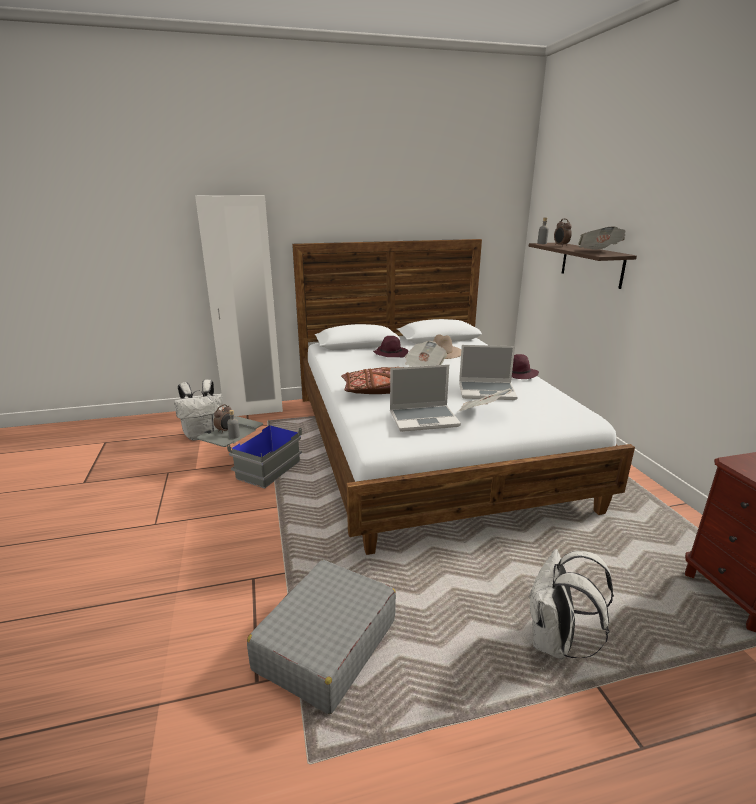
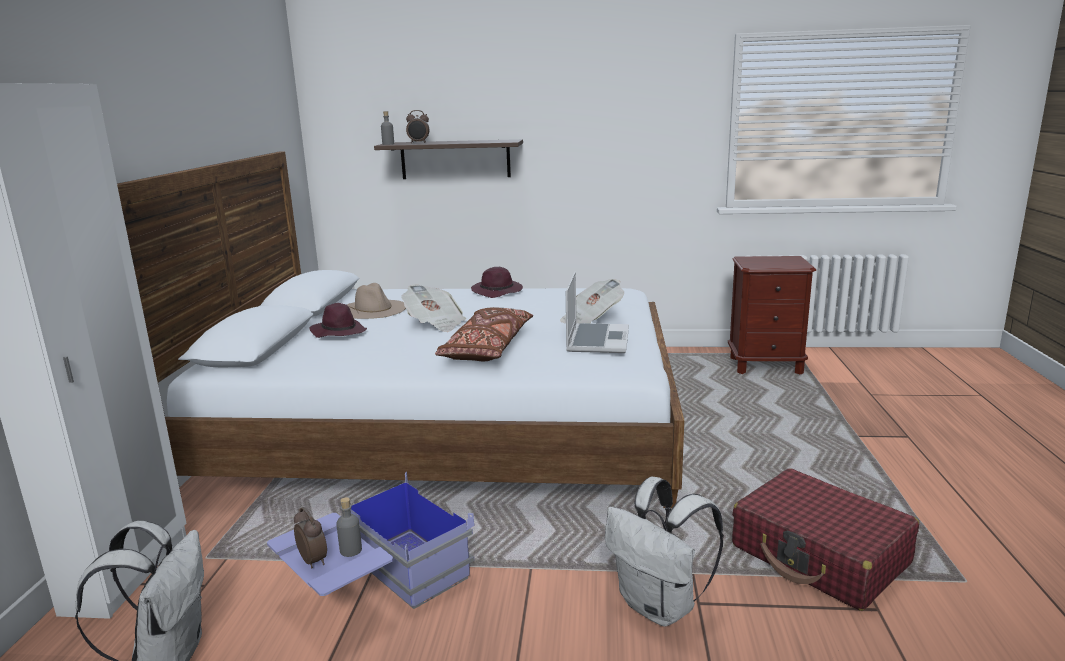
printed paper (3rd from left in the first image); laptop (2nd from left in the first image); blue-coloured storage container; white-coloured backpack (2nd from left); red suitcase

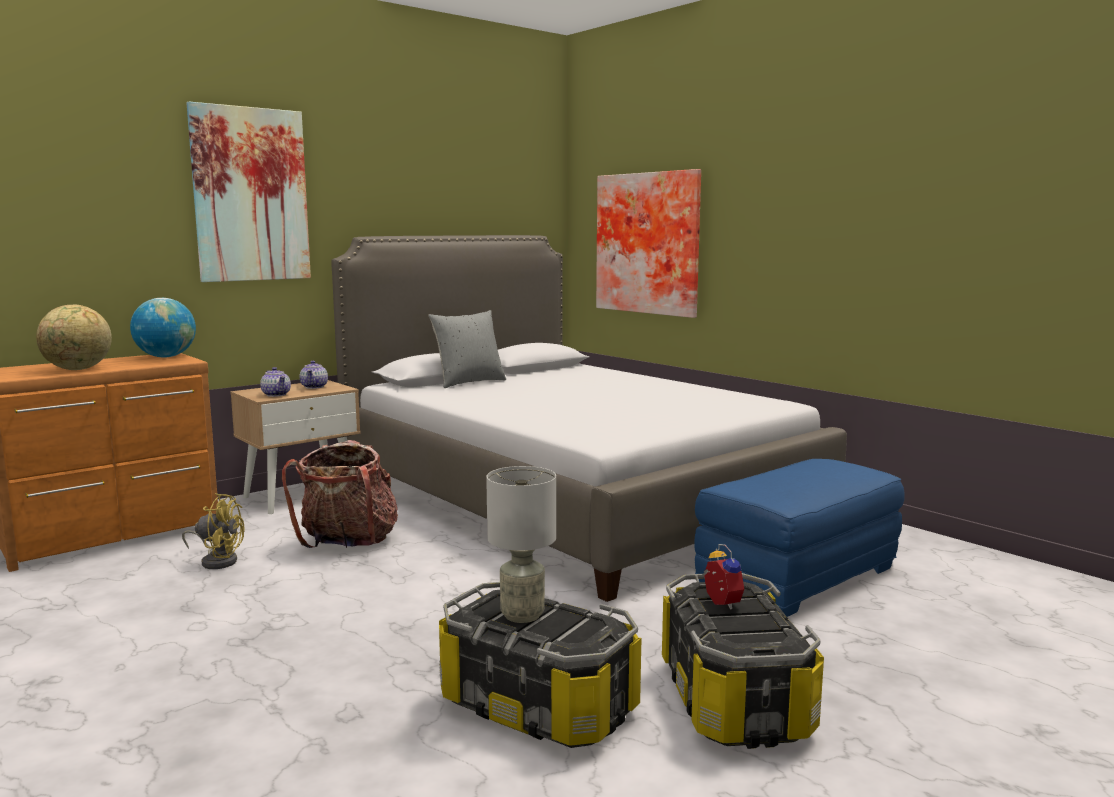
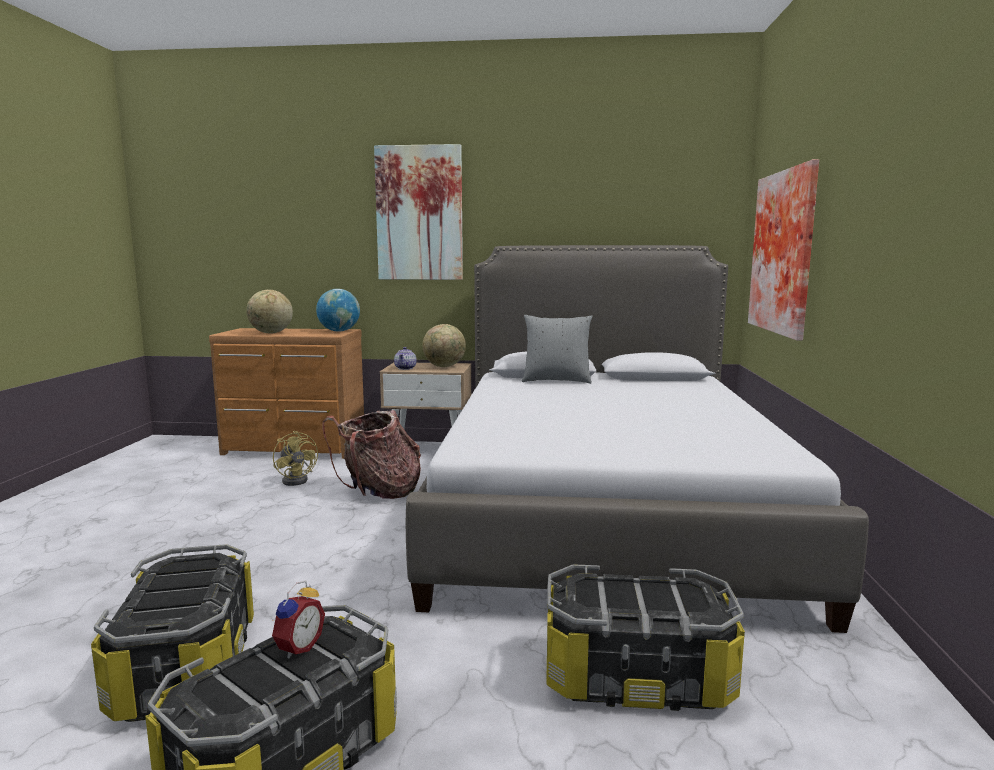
globe (3rd from left); storage container (3rd from left); gray tabletop lamp

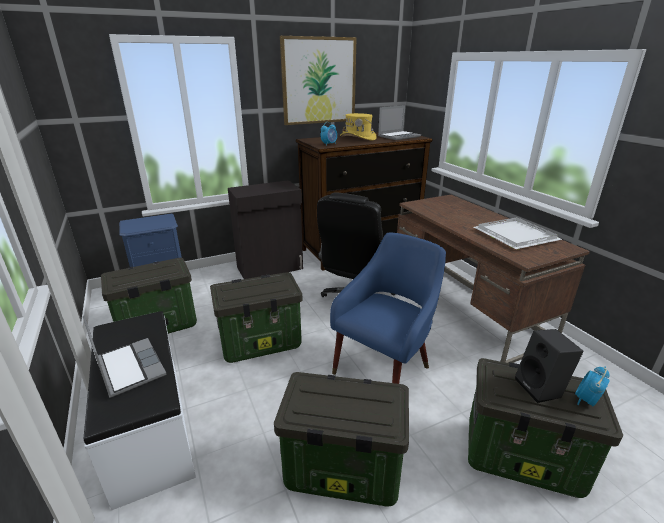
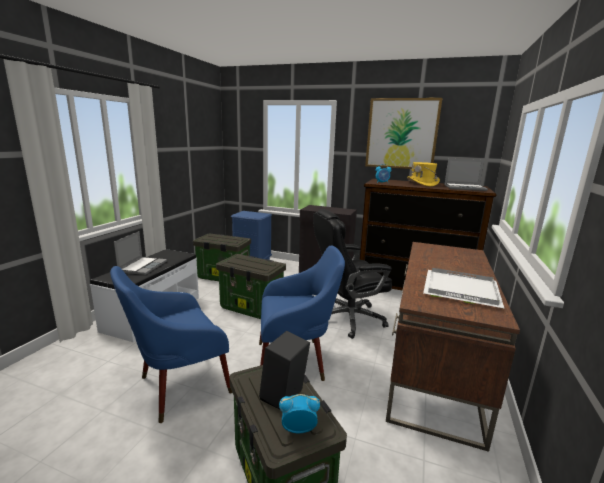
blue-coloured lounge chair (1st from left)

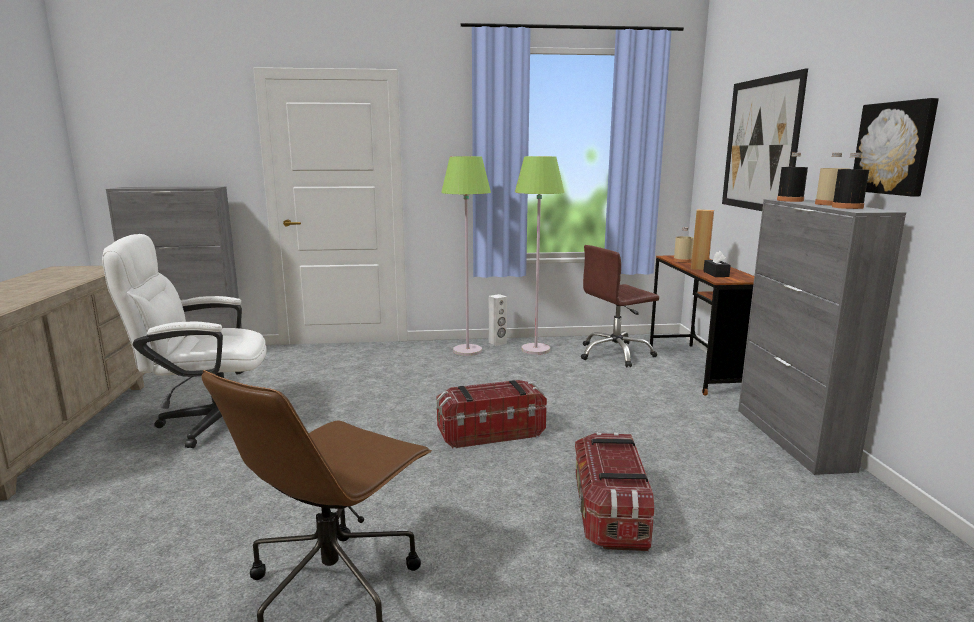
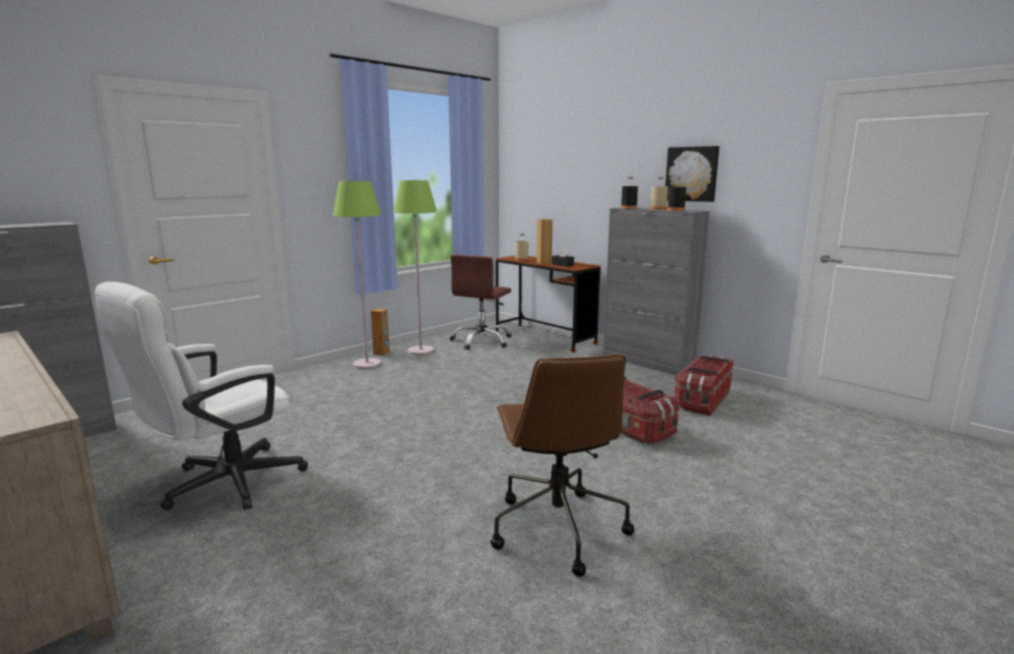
wall art (1st from left in the first image); brownish audio speaker (1st from left); storage container (2nd from left)

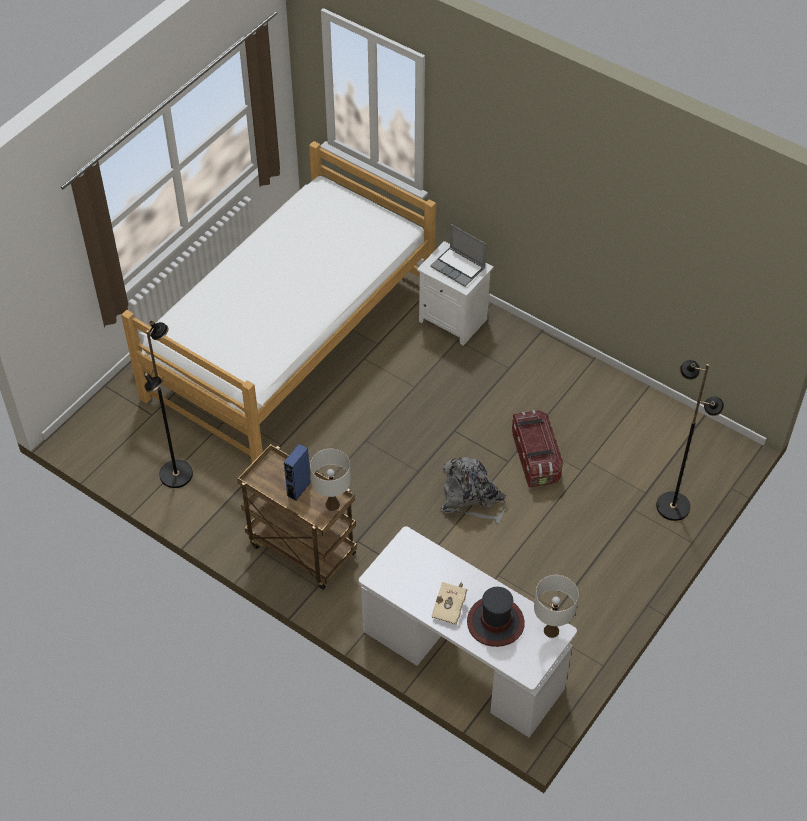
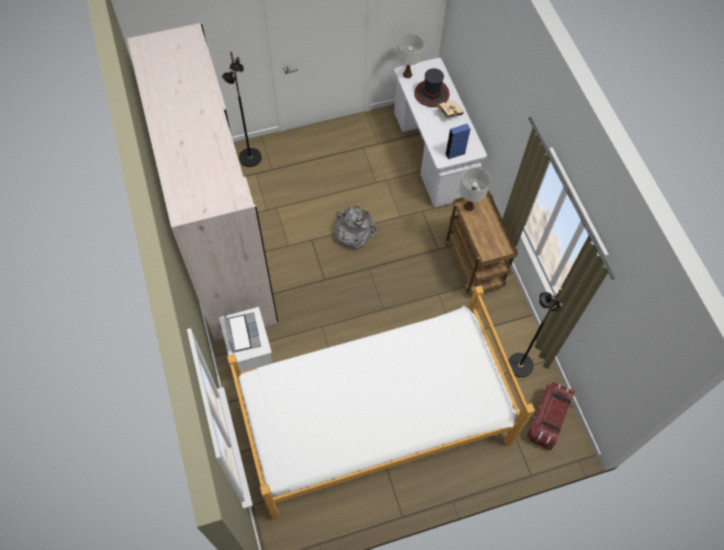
storage container; blue-coloured audio speaker; beige-coloured wardrobe

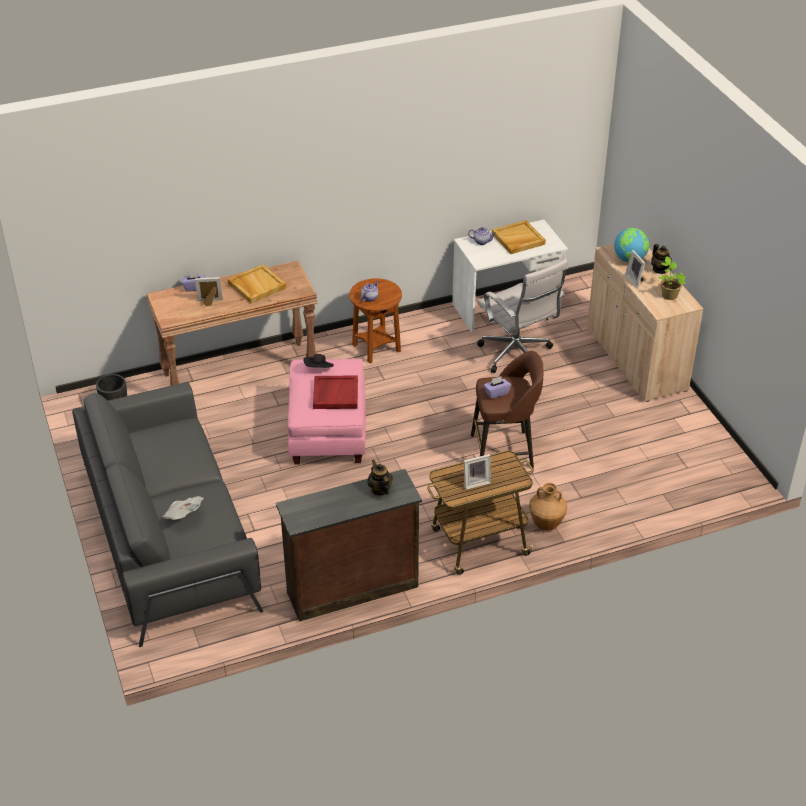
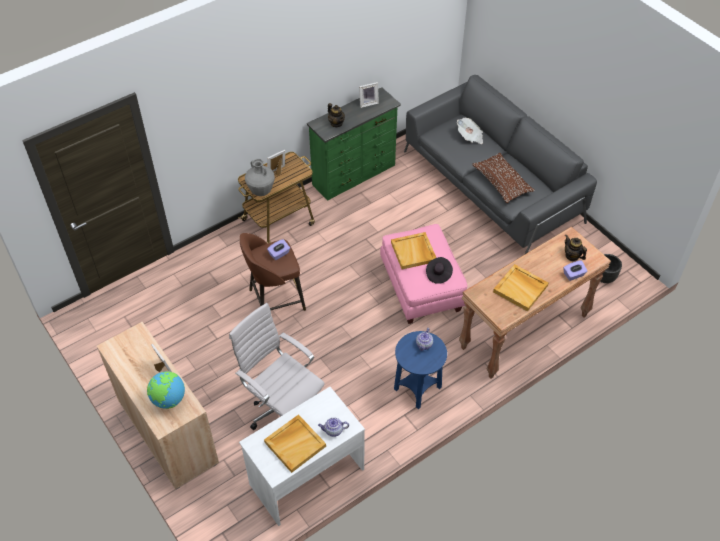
tea pot (4th from left); plant in a pot; photo frame (3rd from left); blue-coloured end table; beige-coloured carrying tray (2nd from left); greenish chest of drawers; brownish flower vase; brownish cushion; gray flower vase

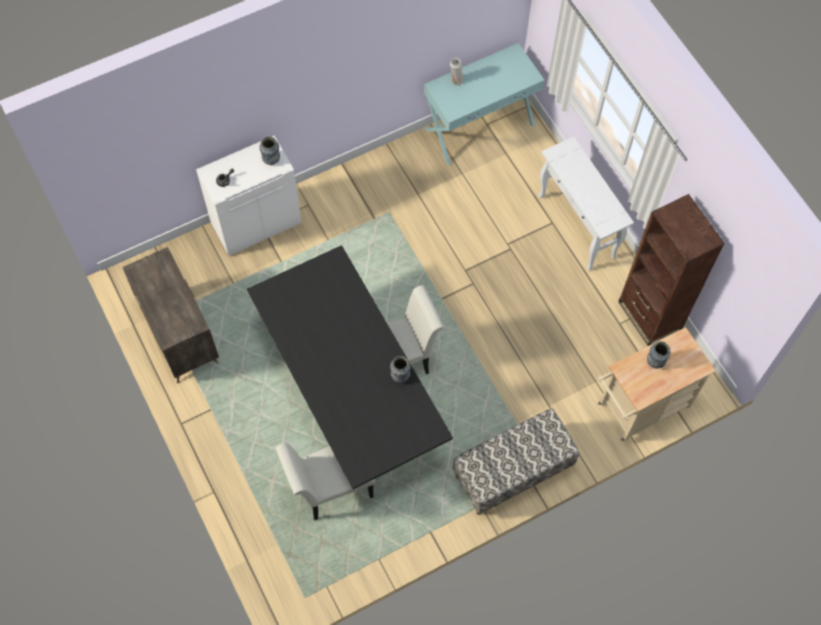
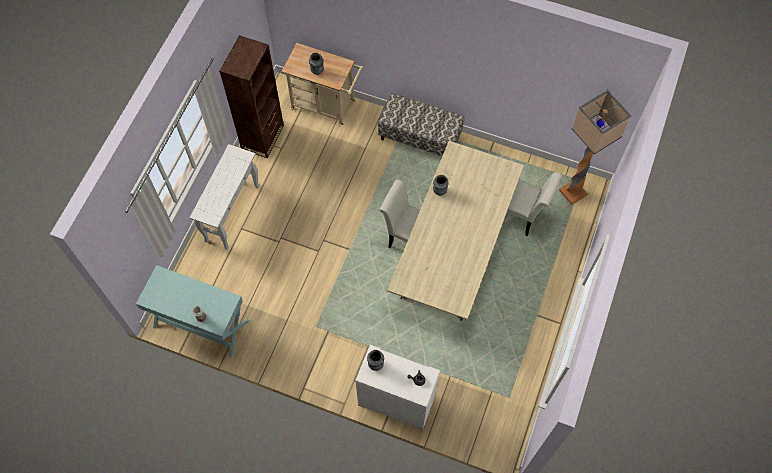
beige-coloured dining table; chest of drawers; standard lamp

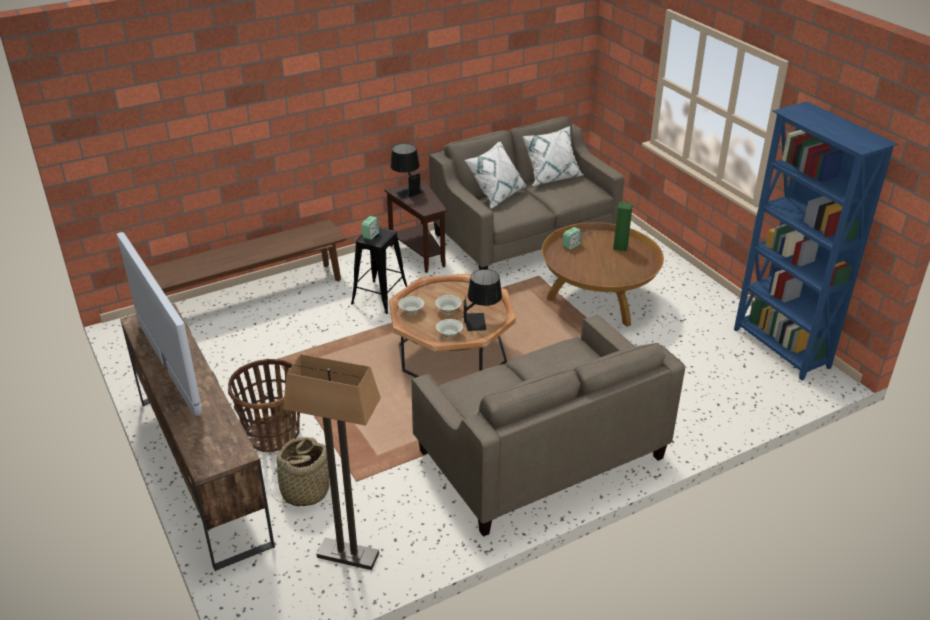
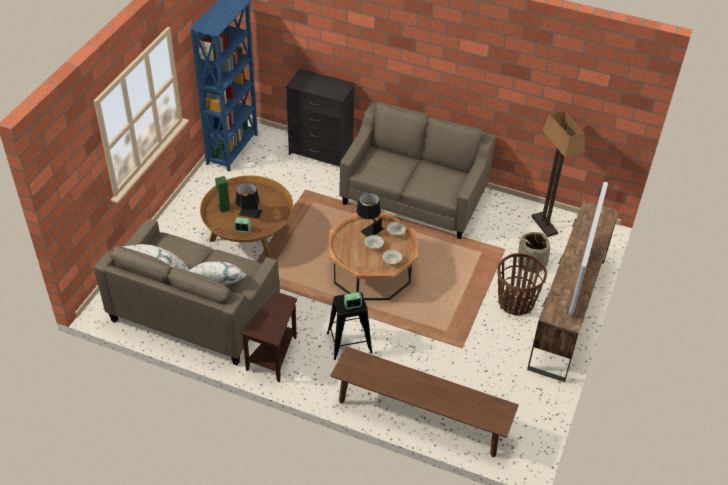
blackish tabletop lamp (1st from left); blackish chest of drawers

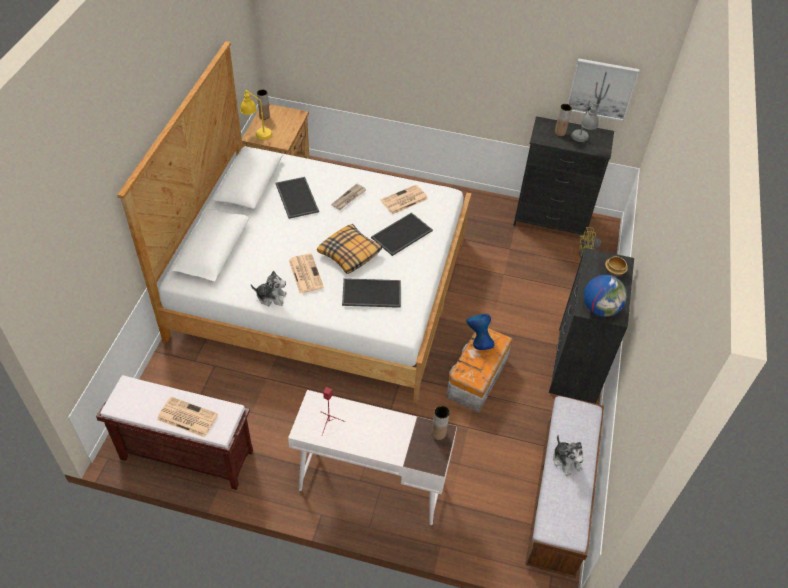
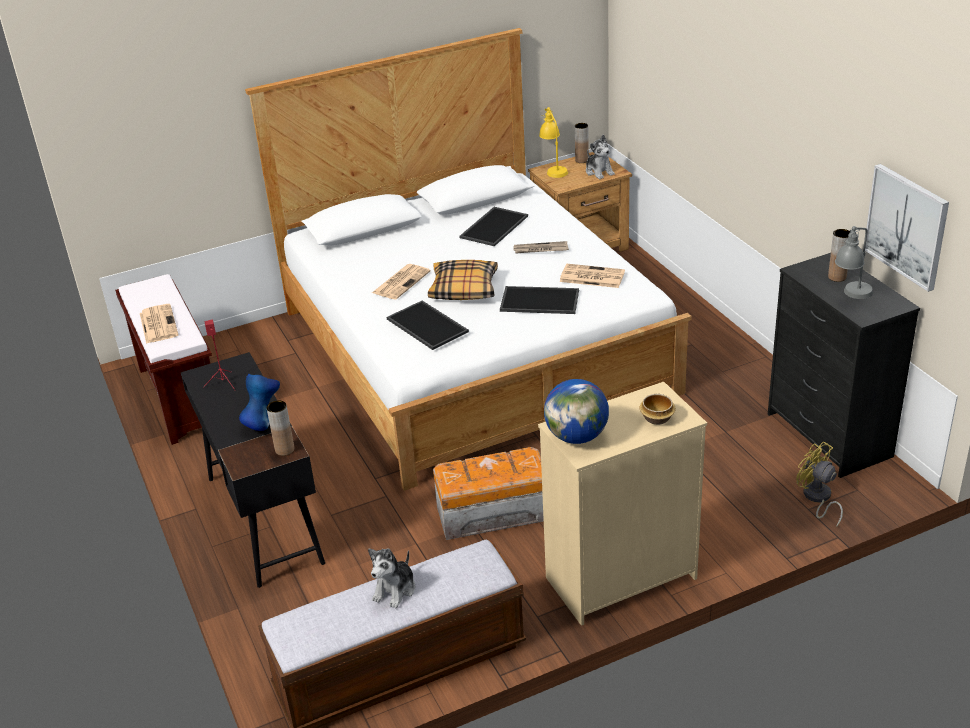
beige-coloured chest of drawers; soft toy (2nd from left); blue-coloured flower vase; blackish desk

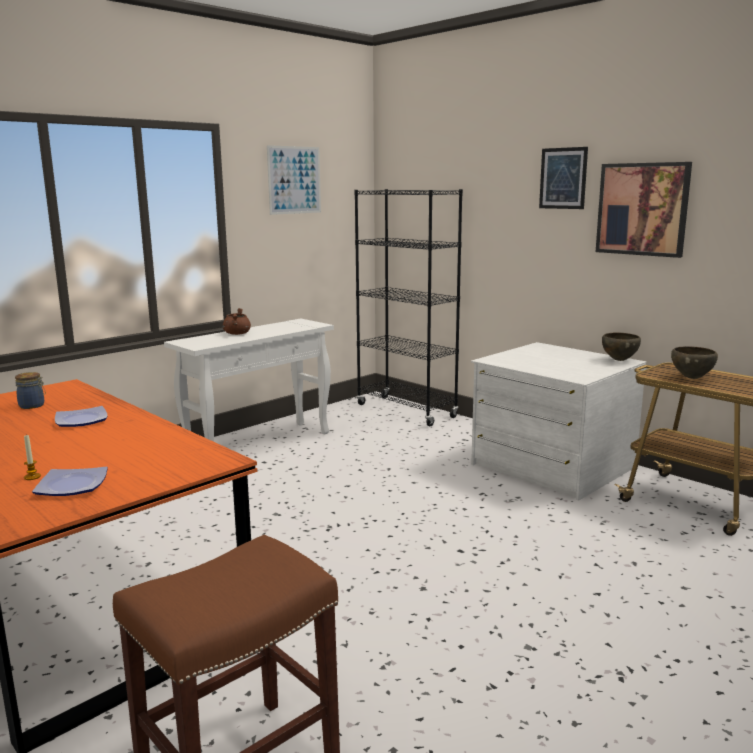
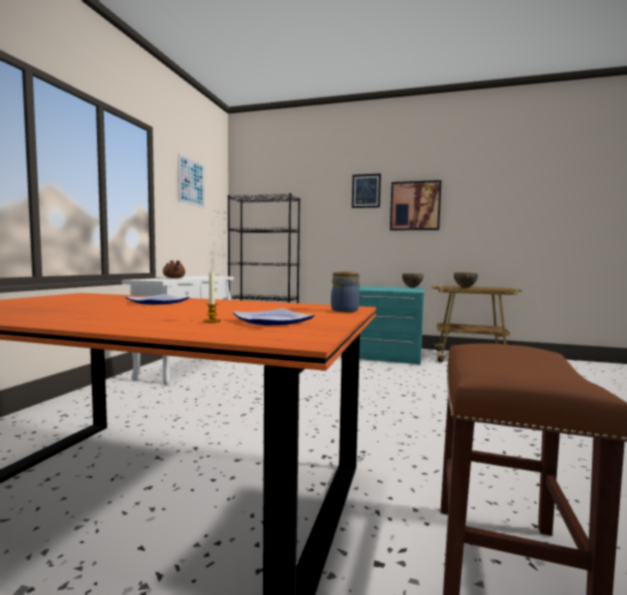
turquoise-coloured chest of drawers; preserve jar

